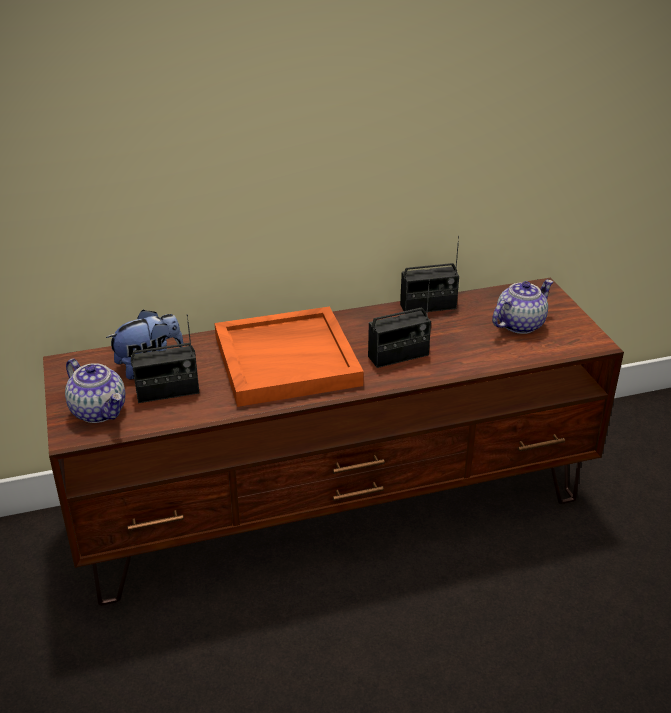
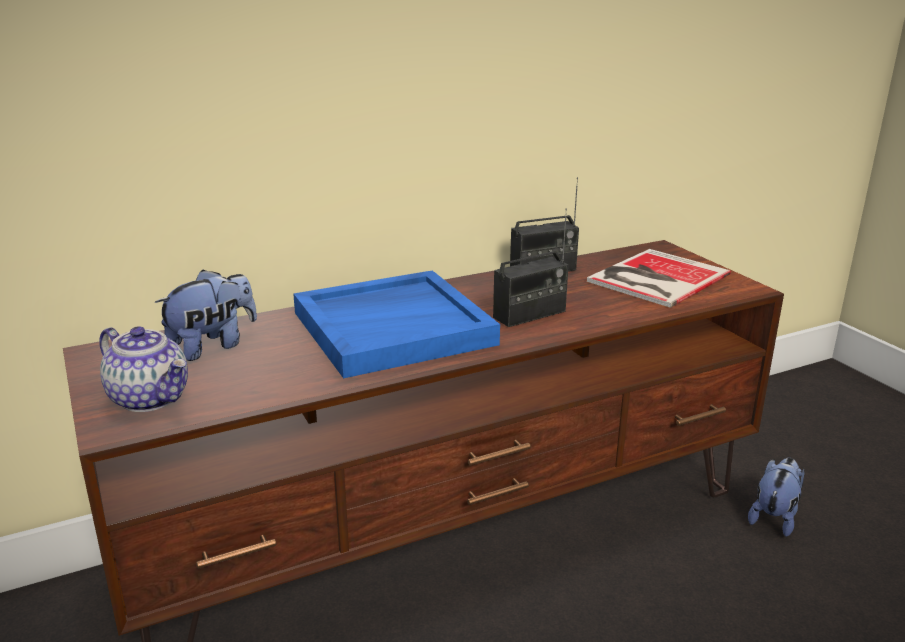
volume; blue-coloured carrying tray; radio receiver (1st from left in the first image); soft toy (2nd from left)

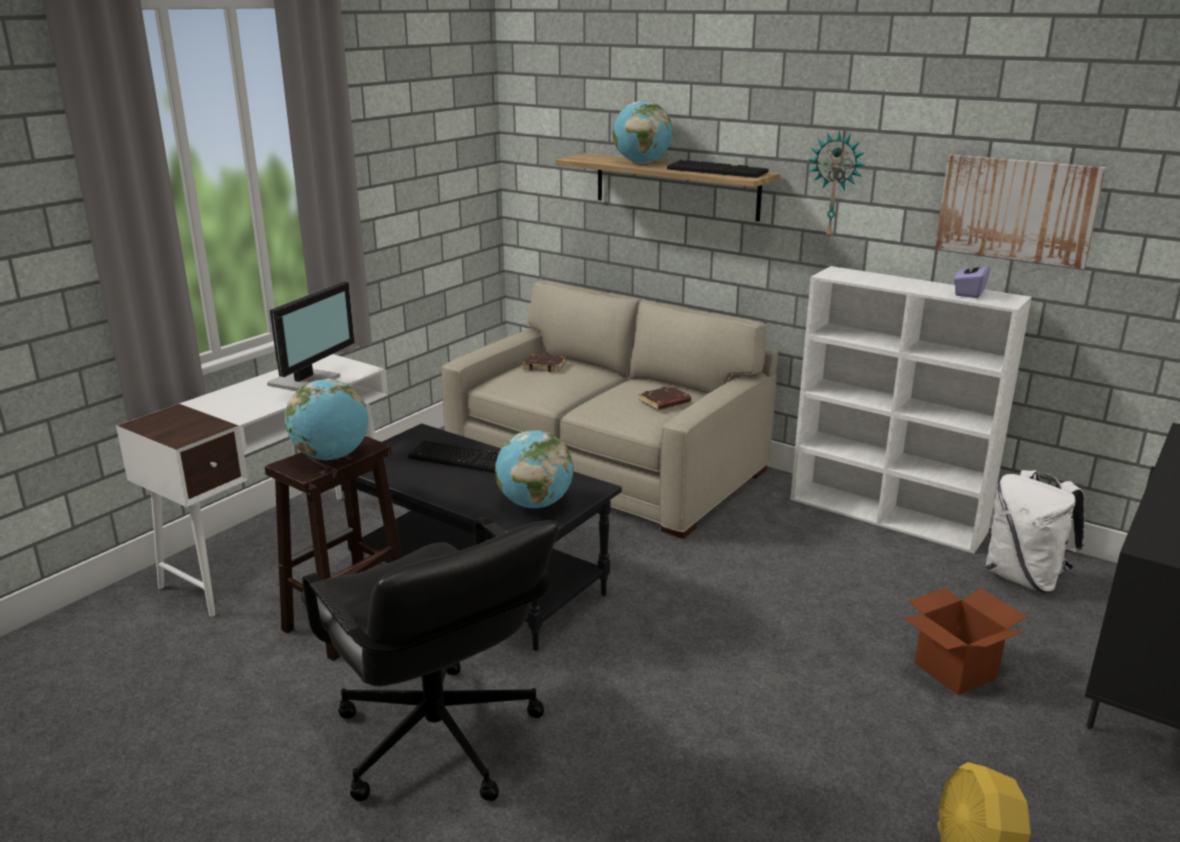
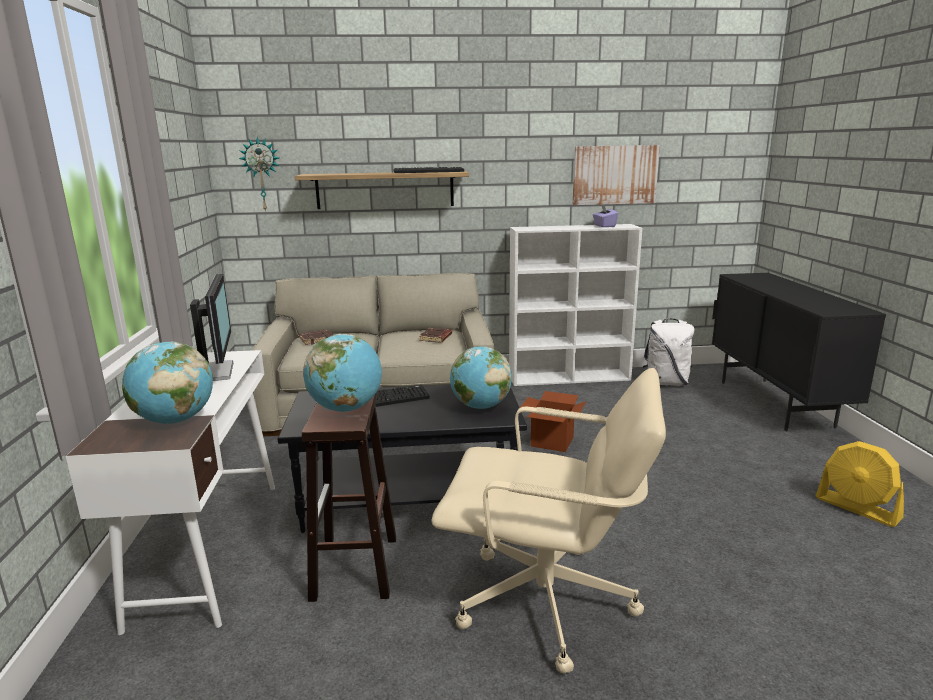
globe (1st from left); clock on the wall; beige-coloured computer chair; packing box

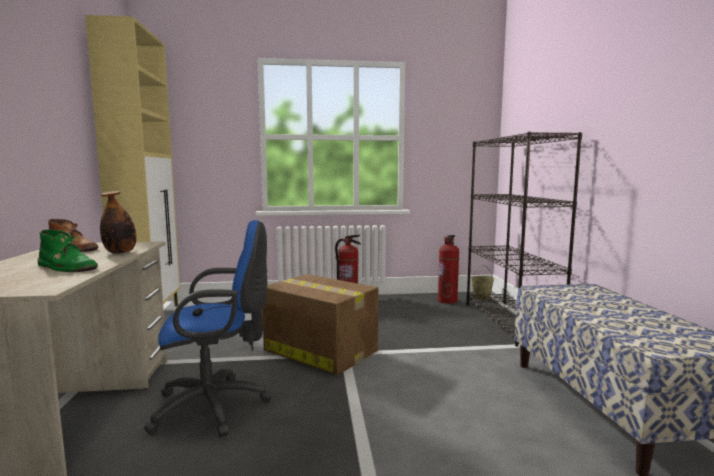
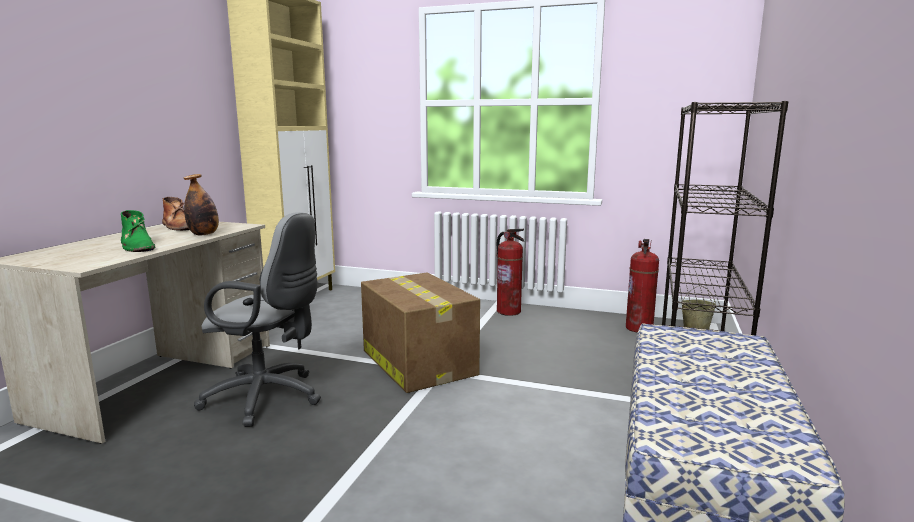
gray computer chair

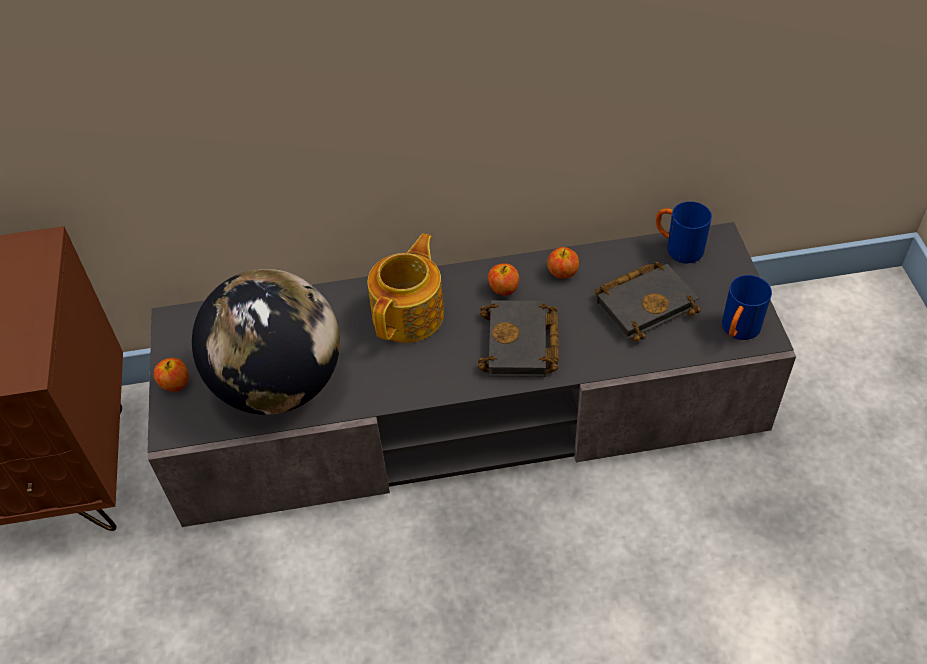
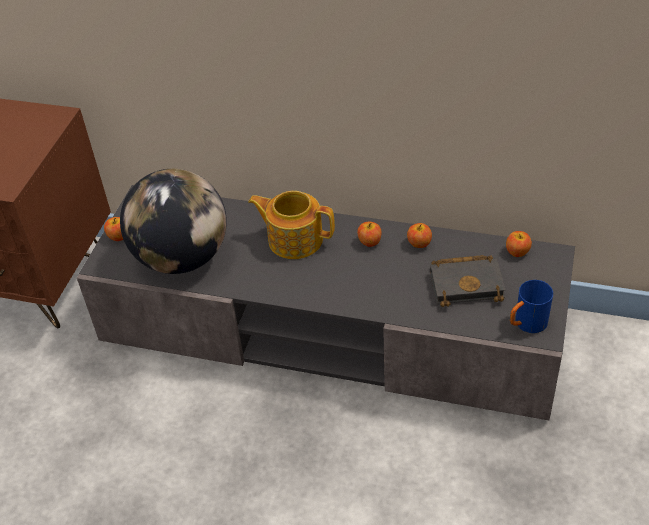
apple (4th from left); tea pot; blackish volume (1st from left in the first image)

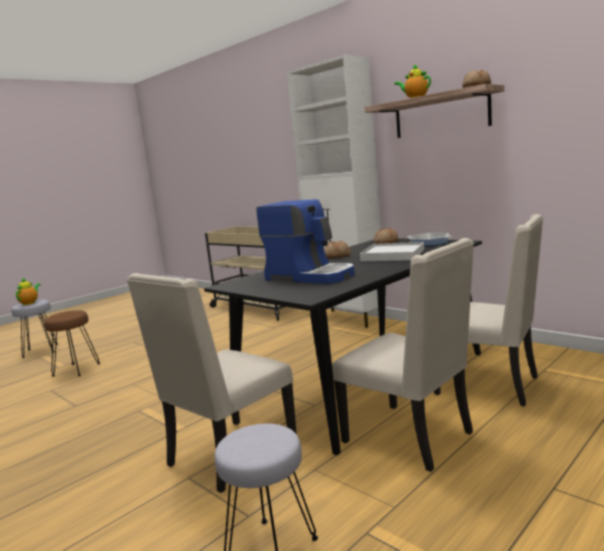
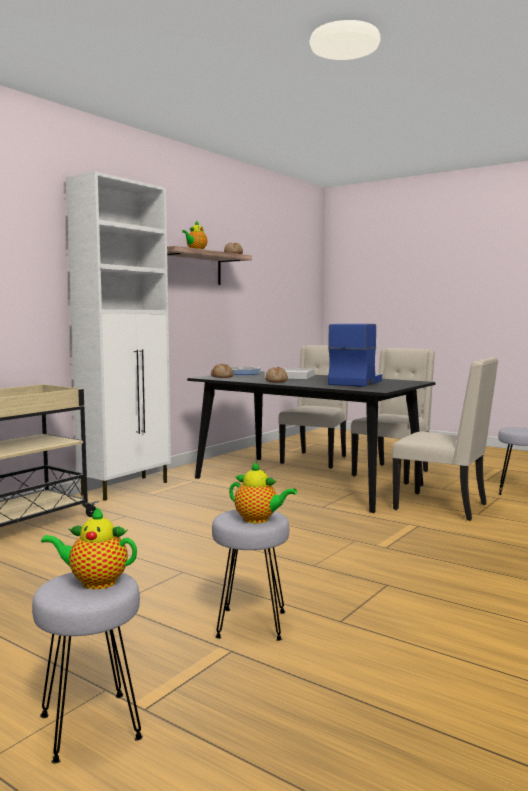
gray stool (2nd from left); tea pot (3rd from left)

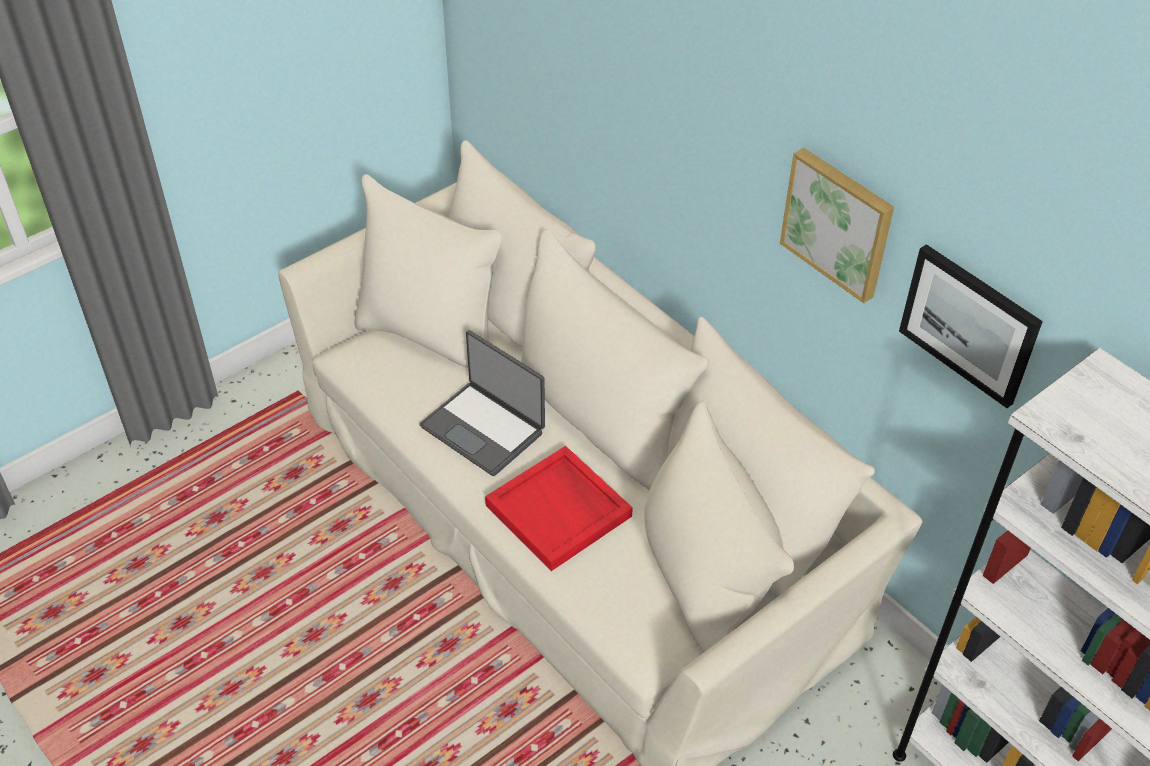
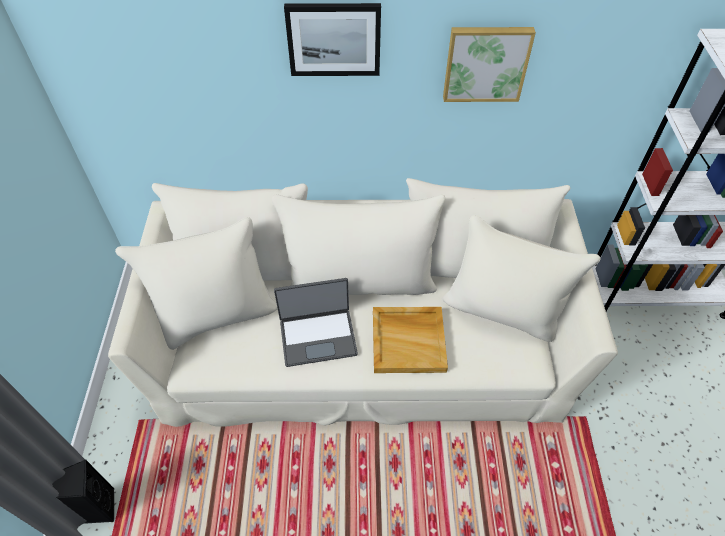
wall art (1st from left); beige-coloured carrying tray; blackish audio speaker

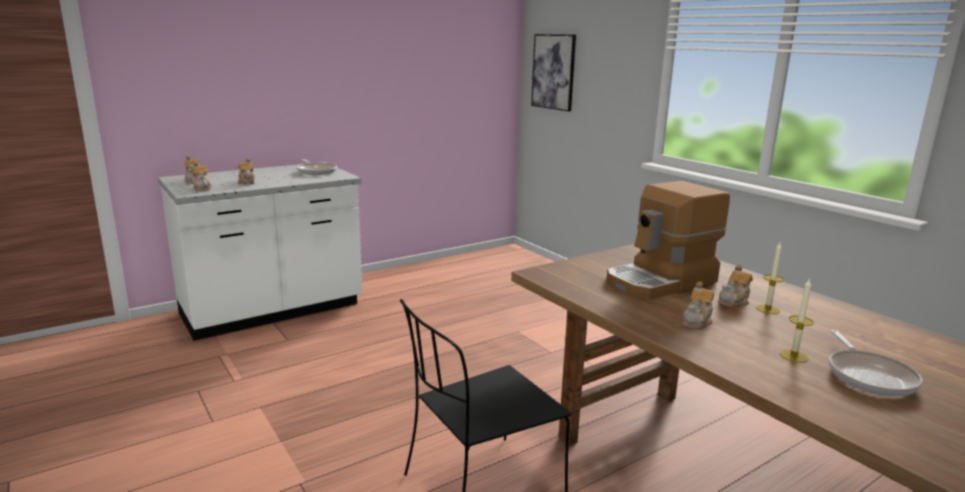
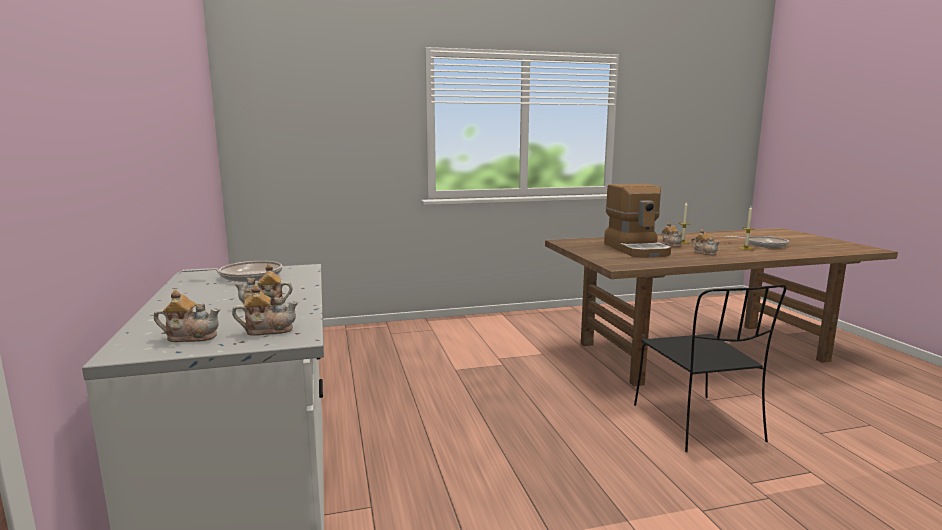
wall art

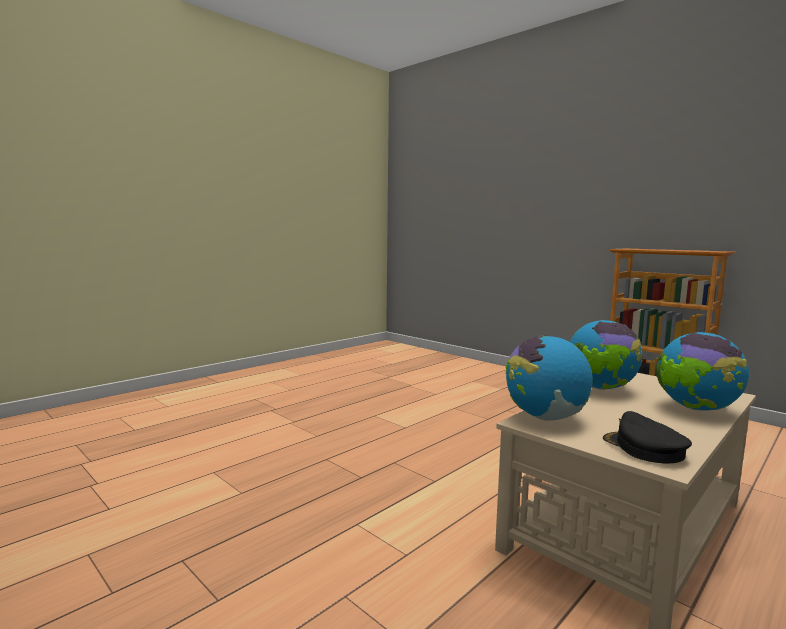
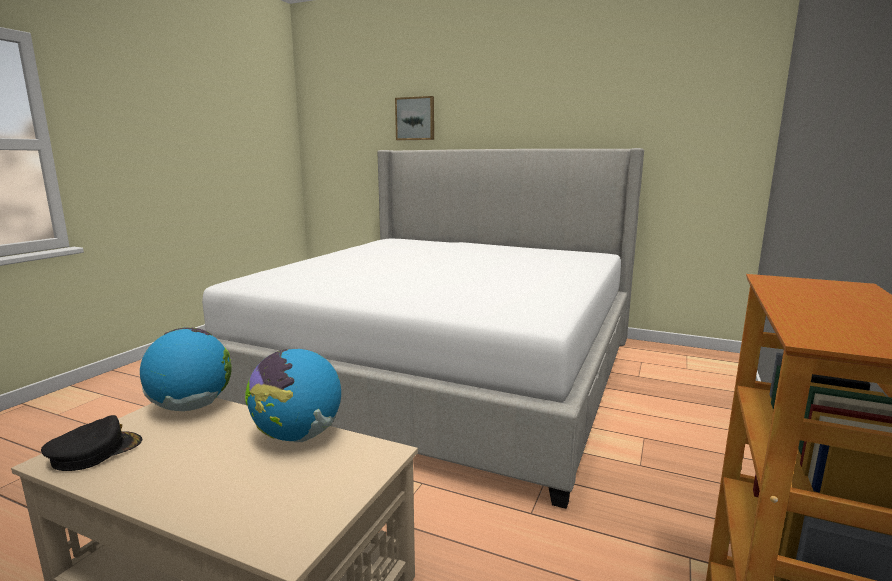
globe (3rd from left in the first image); wall art; bed

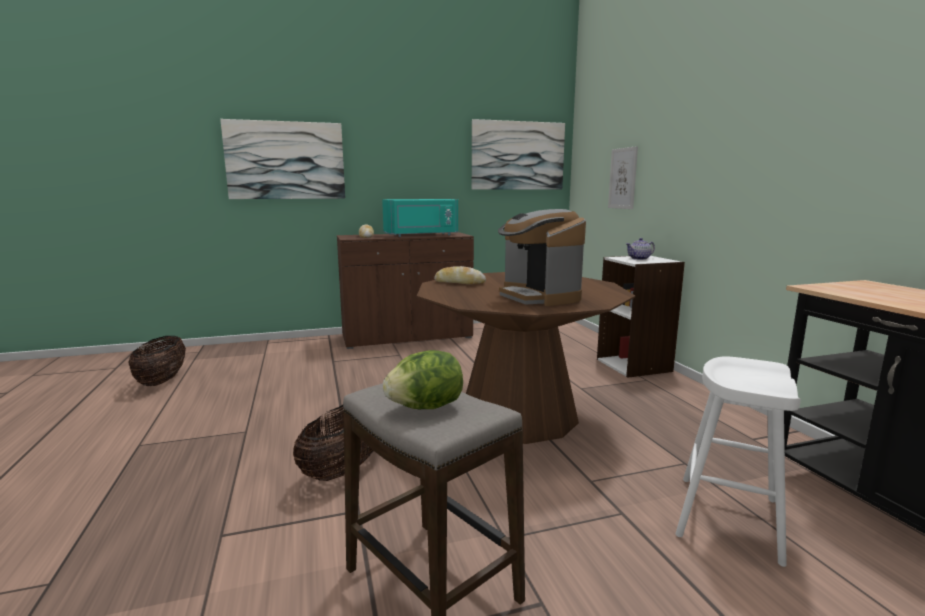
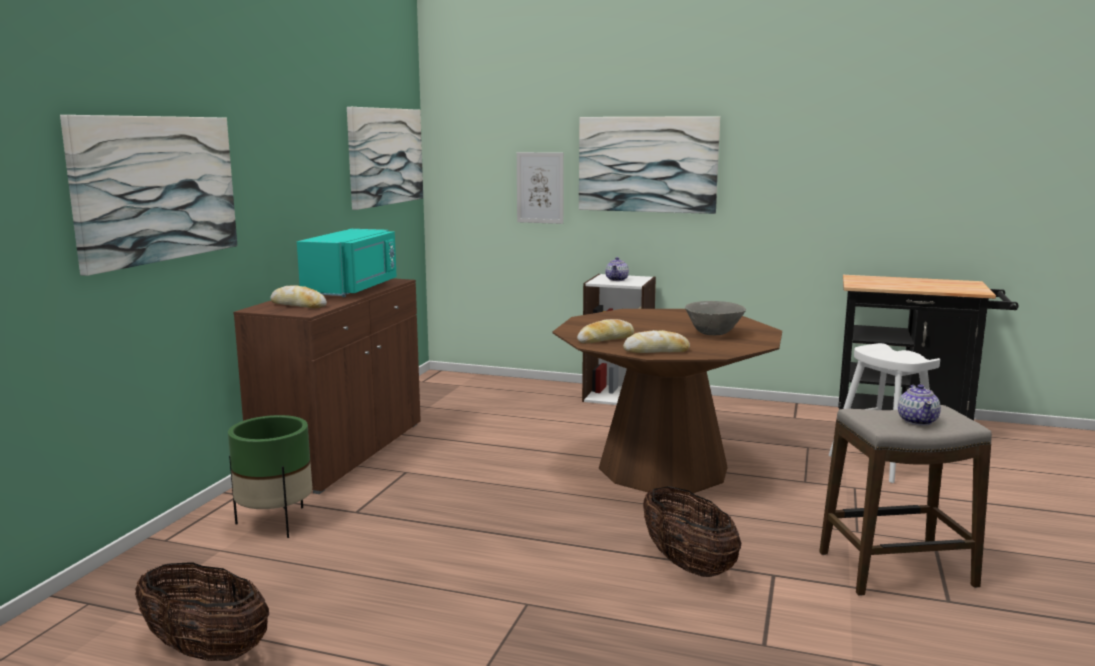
gray serving bowl; tea pot (2nd from left); wall art (4th from left); bakery bread (3rd from left); greenish flower pot

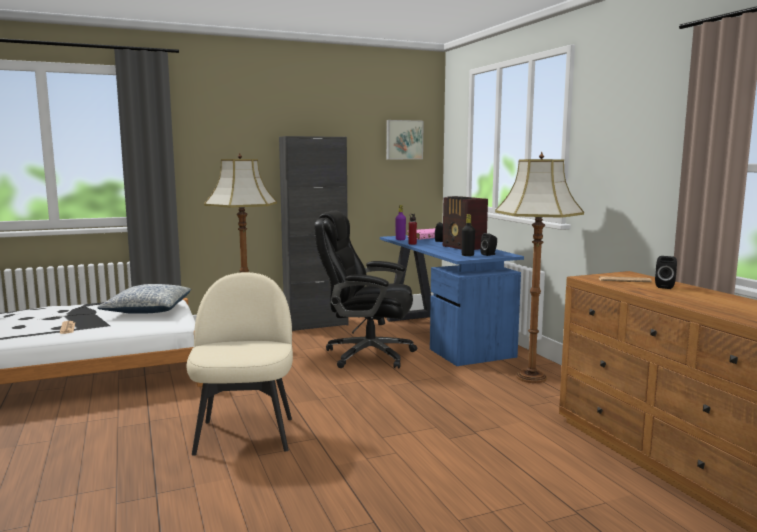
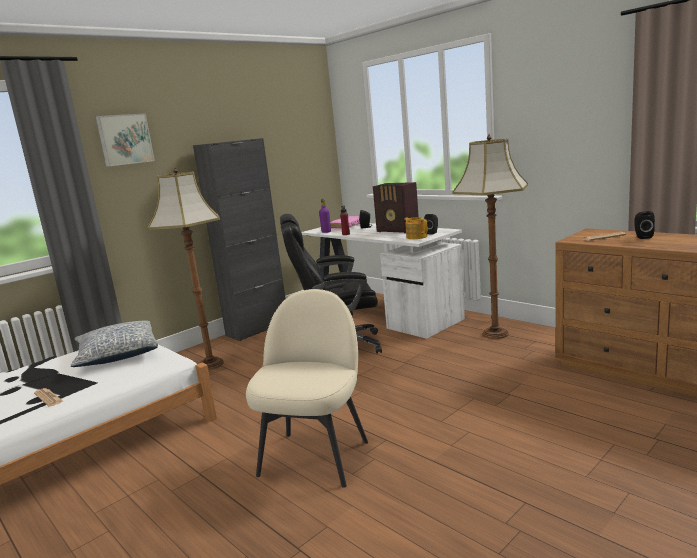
wall art; tea pot; white-coloured desk; beige-coloured upright chair

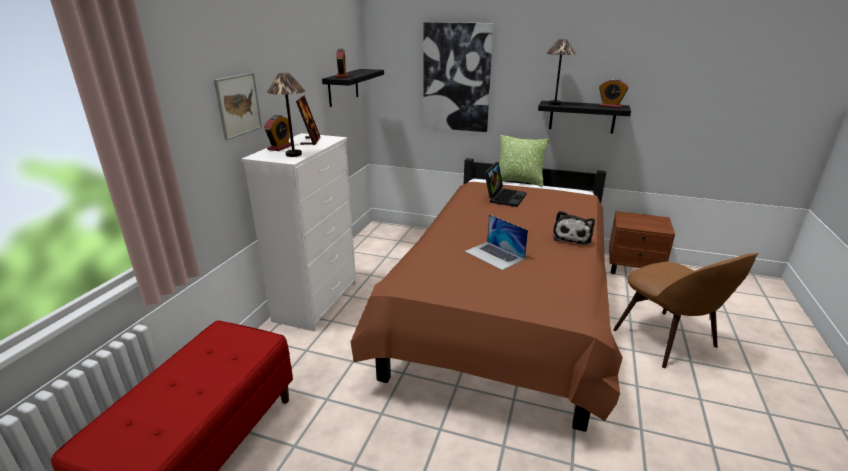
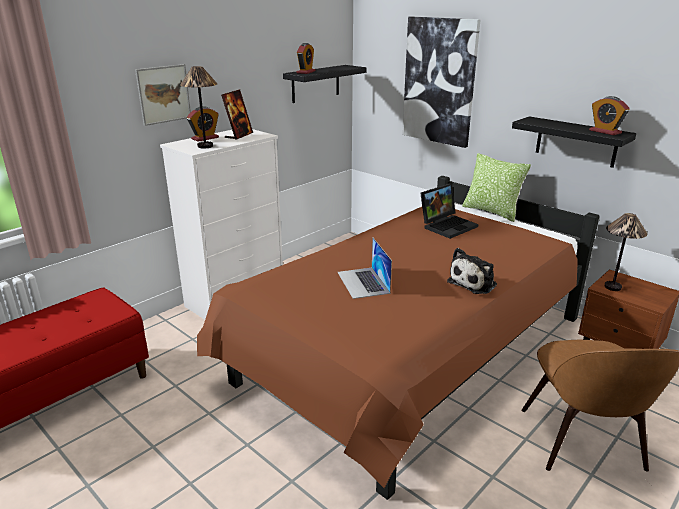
tabletop lamp (2nd from left)

